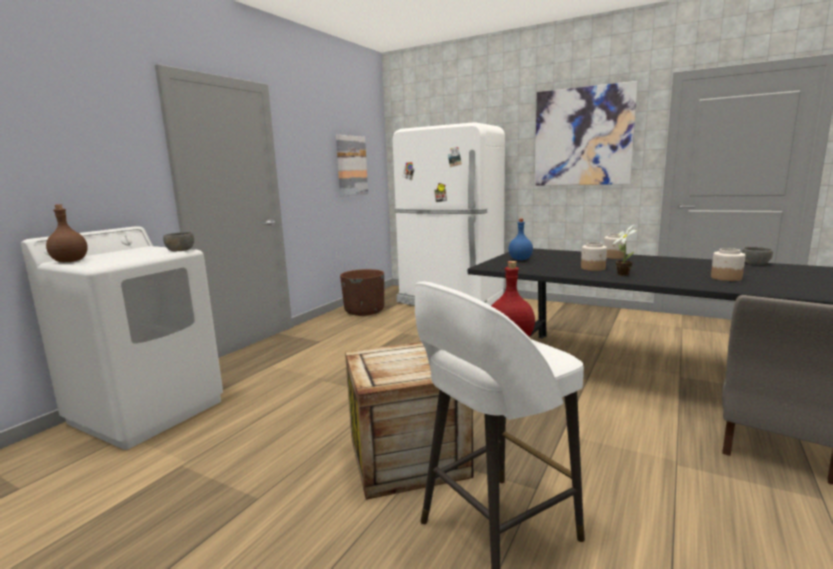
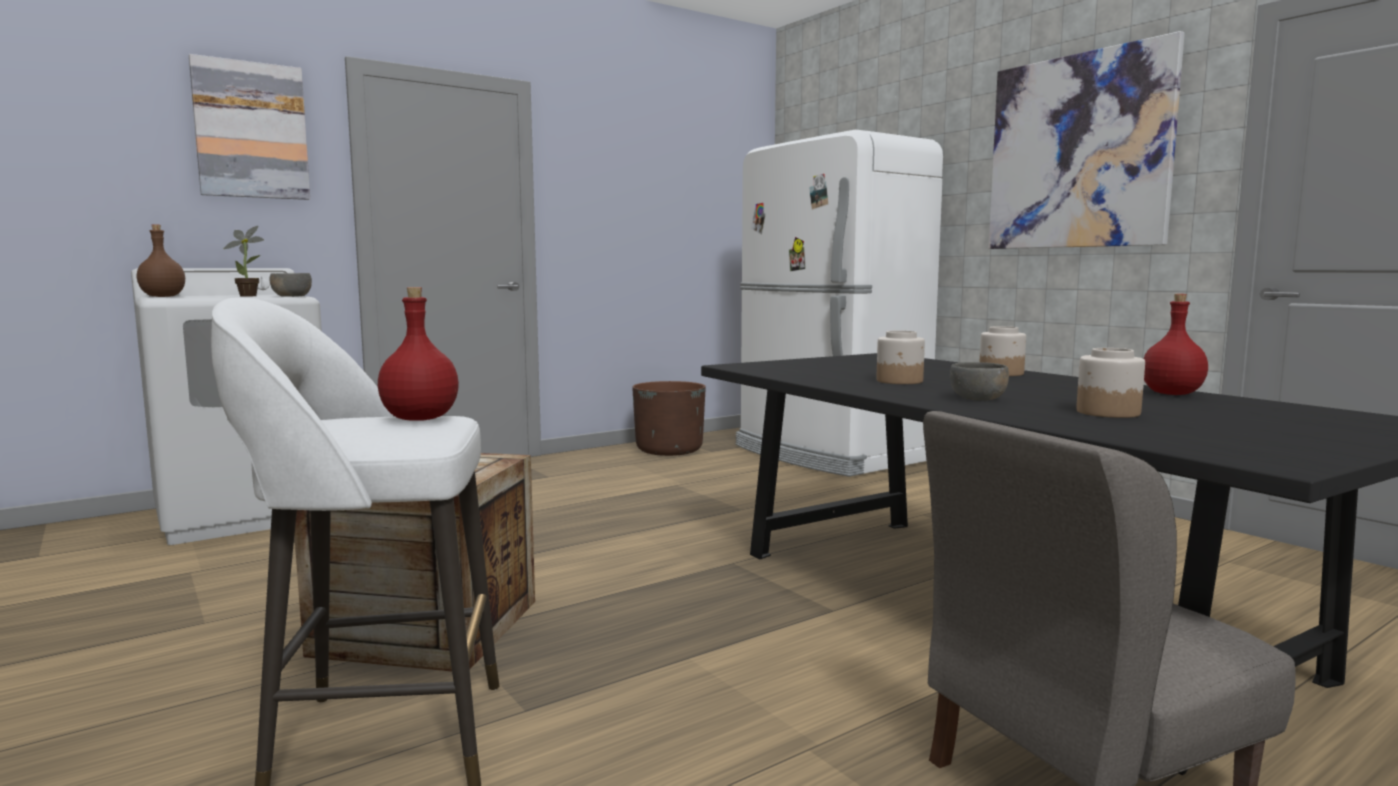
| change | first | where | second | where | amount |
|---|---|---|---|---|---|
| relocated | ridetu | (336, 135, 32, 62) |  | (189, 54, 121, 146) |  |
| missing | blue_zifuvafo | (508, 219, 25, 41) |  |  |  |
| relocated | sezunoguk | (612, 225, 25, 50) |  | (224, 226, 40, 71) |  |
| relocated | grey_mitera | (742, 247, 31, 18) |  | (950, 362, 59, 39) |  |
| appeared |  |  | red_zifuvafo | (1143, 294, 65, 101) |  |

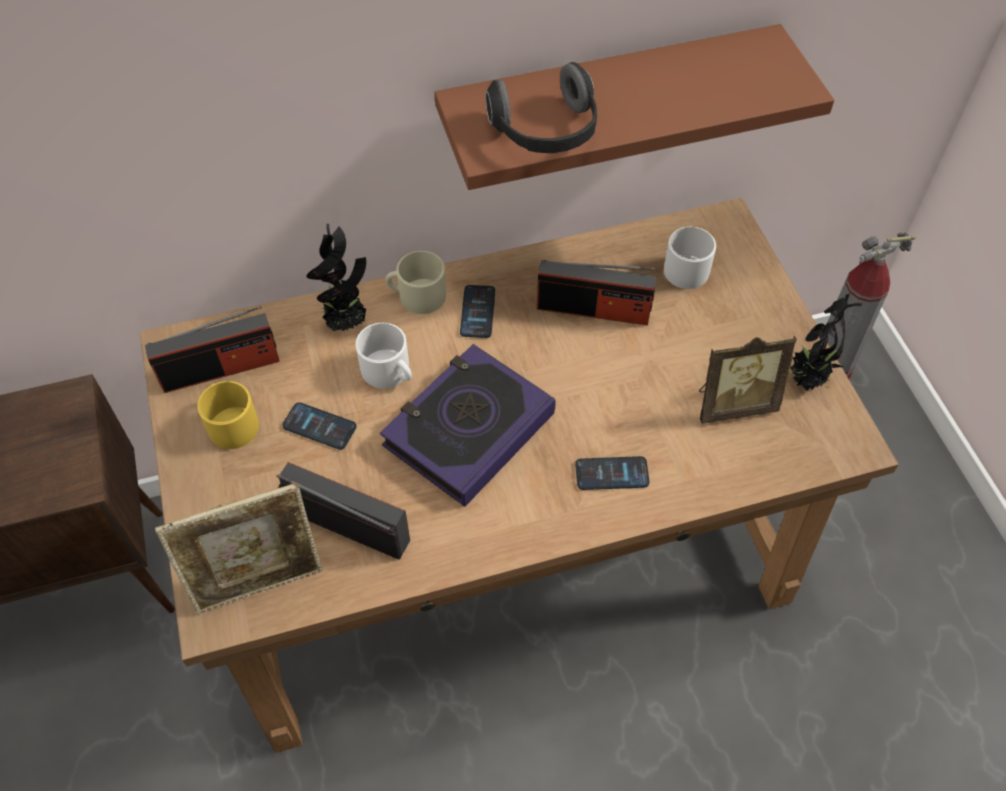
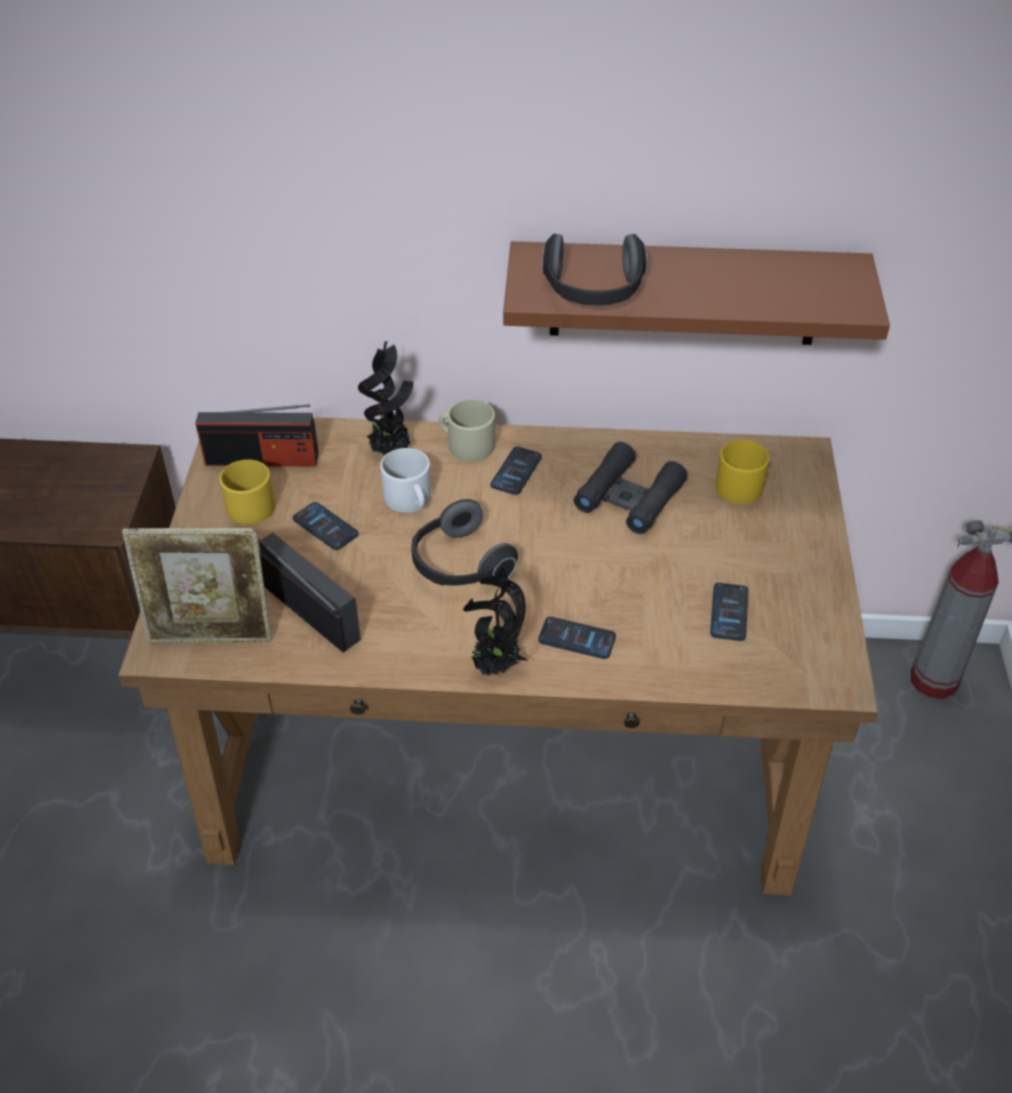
| change | first | where | second | where | amount |
|---|---|---|---|---|---|
| exchanged | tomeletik | (380, 344, 176, 163) | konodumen | (411, 499, 107, 87) |  |
| exchanged | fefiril | (537, 260, 119, 65) | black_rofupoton | (574, 442, 113, 92) |  |
| colour | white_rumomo | (664, 227, 52, 62) | yellow_rumomo | (716, 440, 54, 64) |  |
| exchanged | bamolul | (699, 336, 98, 88) | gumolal | (710, 583, 38, 58) |  |
| relocated | sezunoguk | (790, 294, 72, 96) |  | (463, 567, 66, 109) |  |

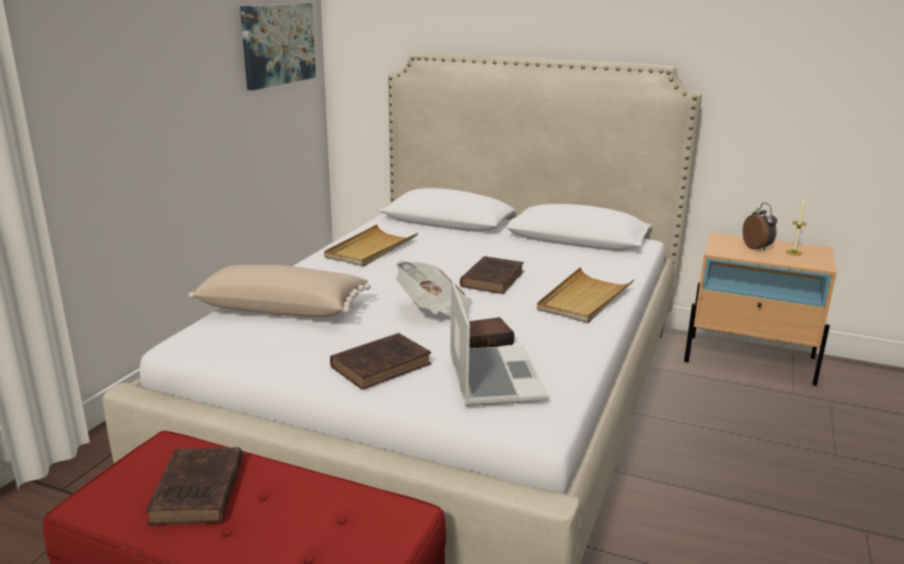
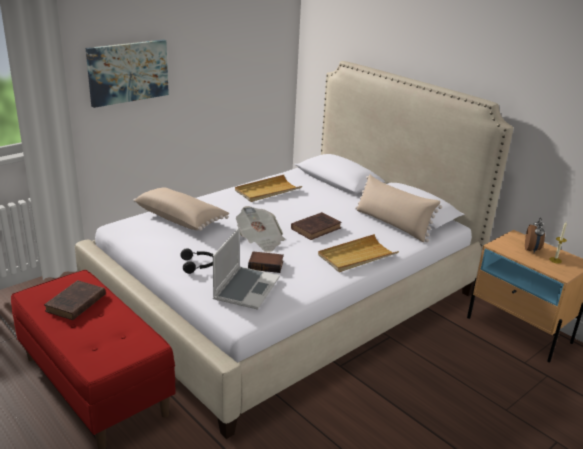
| change | first | where | second | where | amount |
|---|---|---|---|---|---|
| relocated | ridetu | (240, 3, 76, 87) |  | (86, 40, 83, 68) |  |
| exchanged | brown_tomeletik | (330, 333, 102, 57) | black_konodumen | (180, 248, 34, 26) |  |
| appeared |  |  | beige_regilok | (355, 175, 87, 67) |  |

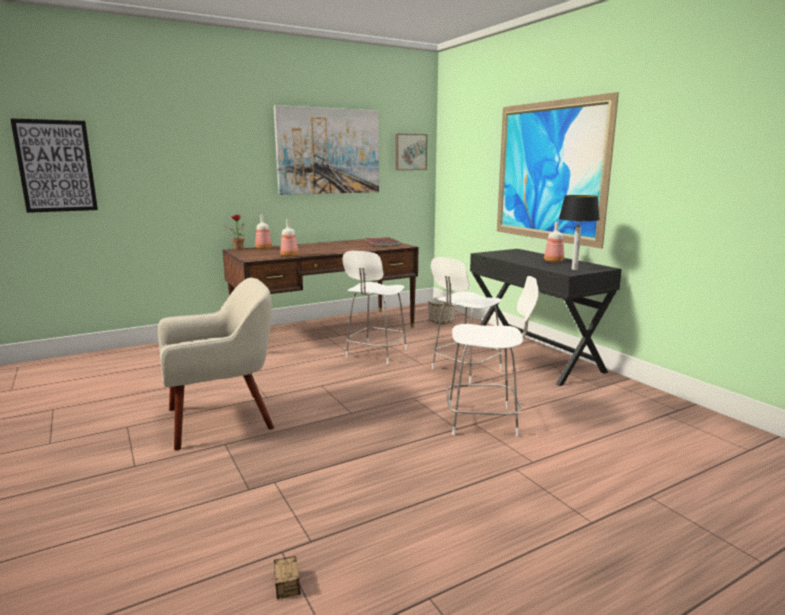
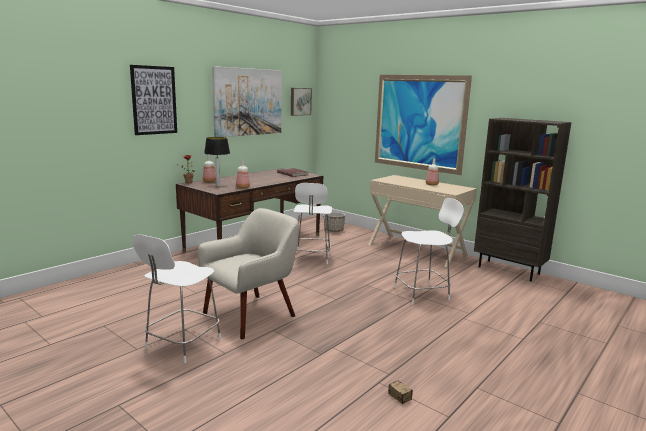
| change | first | where | second | where | amount |
|---|---|---|---|---|---|
| relocated | ridetu | (10, 118, 88, 95) |  | (130, 65, 47, 70) |  |
| relocated | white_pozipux | (431, 257, 71, 126) |  | (132, 234, 89, 129) |  |
| colour | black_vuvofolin | (470, 249, 152, 137) | beige_vuvofolin | (368, 175, 109, 92) |  |
| relocated | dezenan | (559, 195, 41, 75) |  | (204, 137, 26, 50) |  |
| appeared |  |  | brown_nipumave | (474, 118, 98, 163) |  |

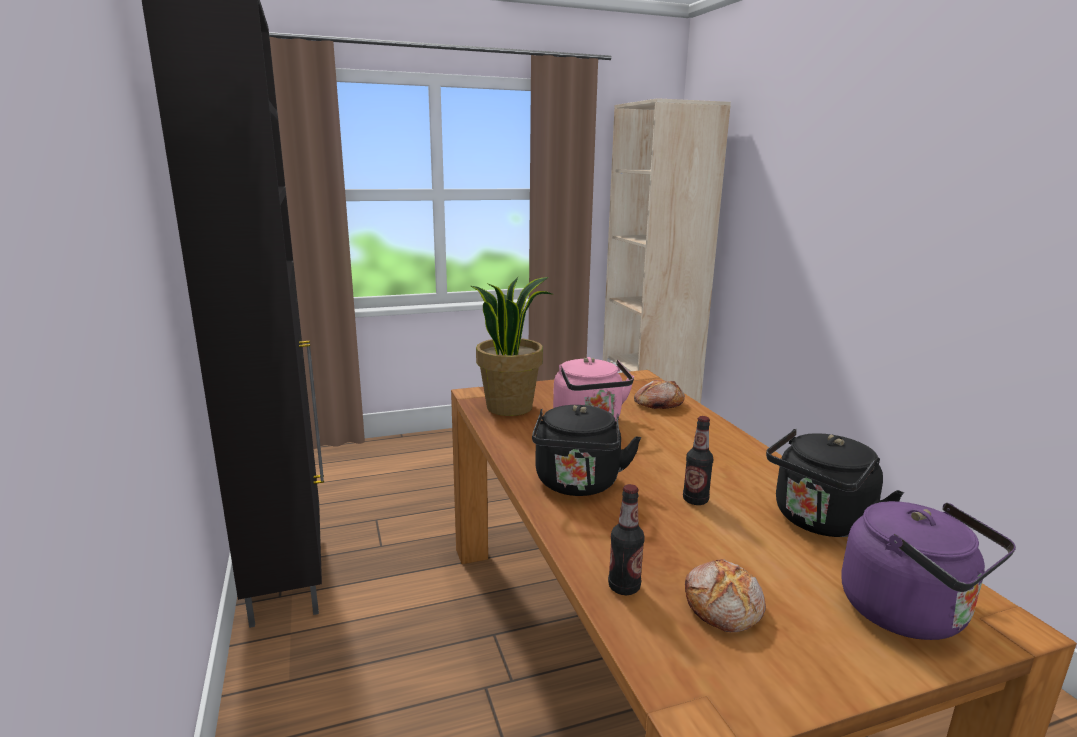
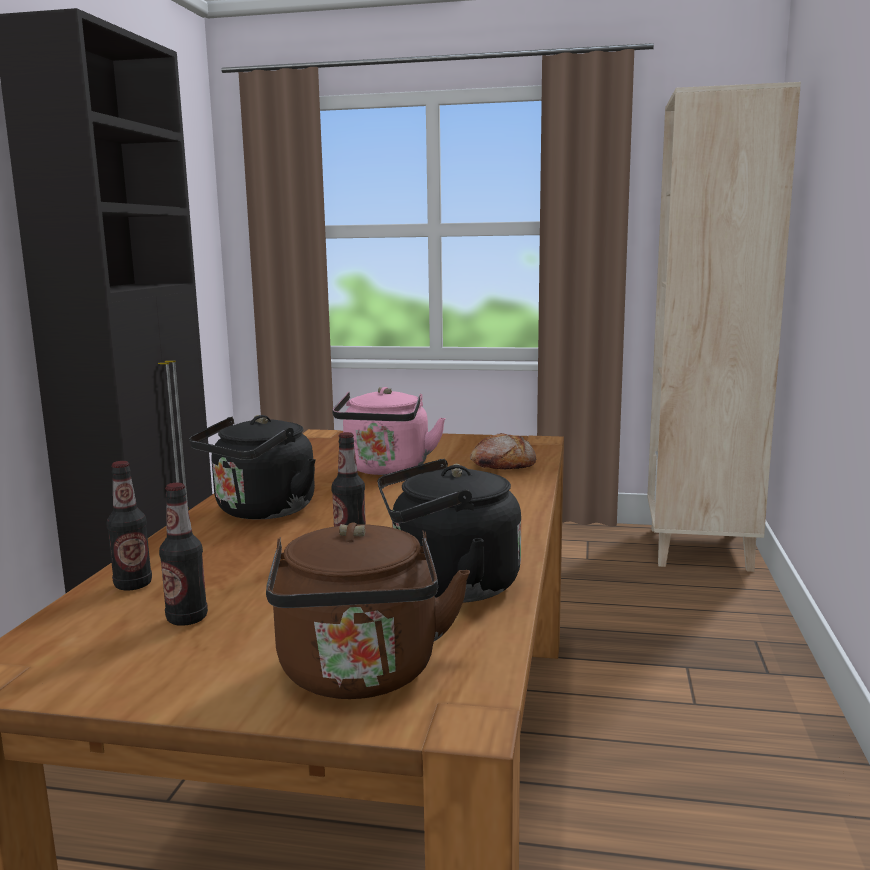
| change | first | where | second | where | amount |
|---|---|---|---|---|---|
| missing | sezunoguk | (471, 277, 81, 139) |  |  |  |
| exchanged | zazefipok | (685, 559, 81, 73) | zifuvafo | (159, 483, 49, 143) |  |
| colour | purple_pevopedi | (841, 501, 175, 139) | brown_pevopedi | (266, 522, 204, 177) |  |

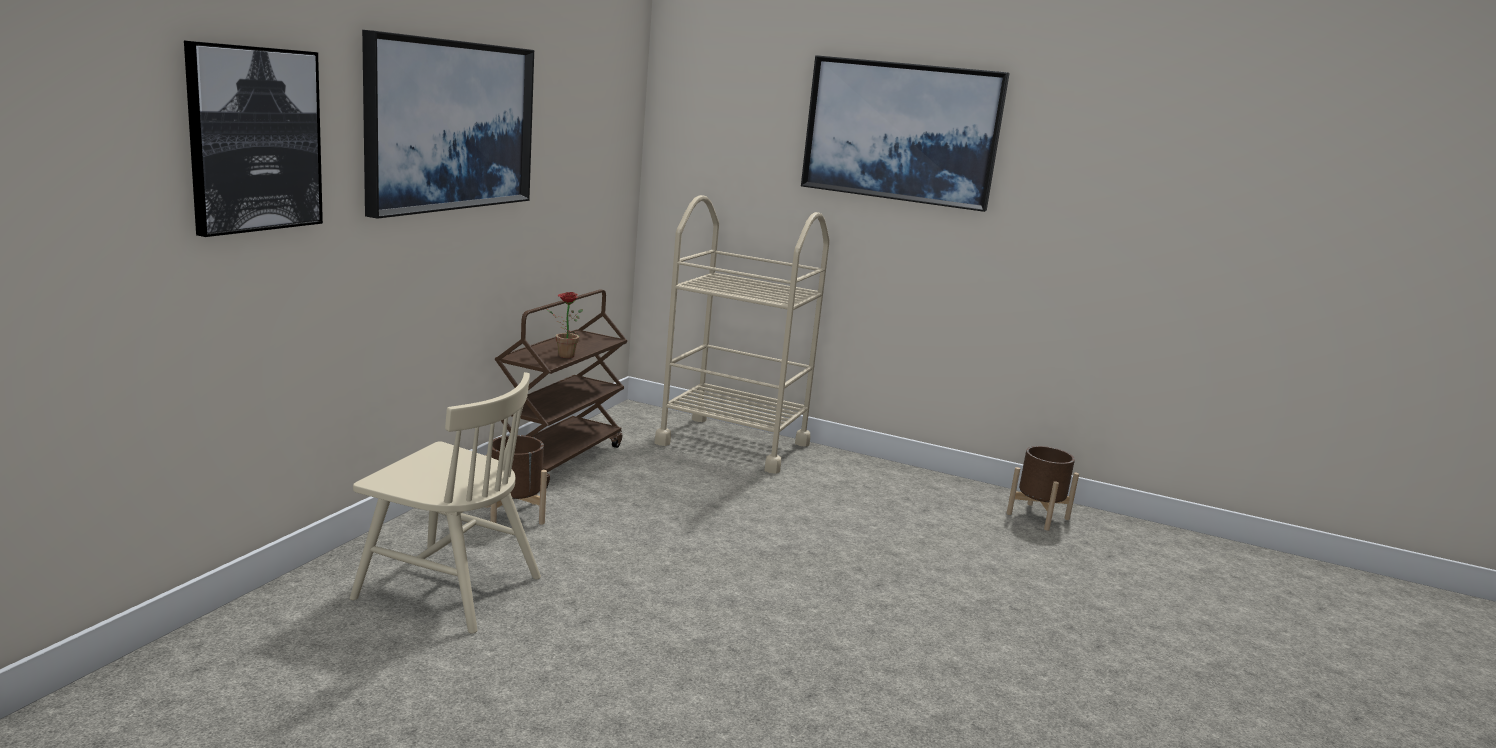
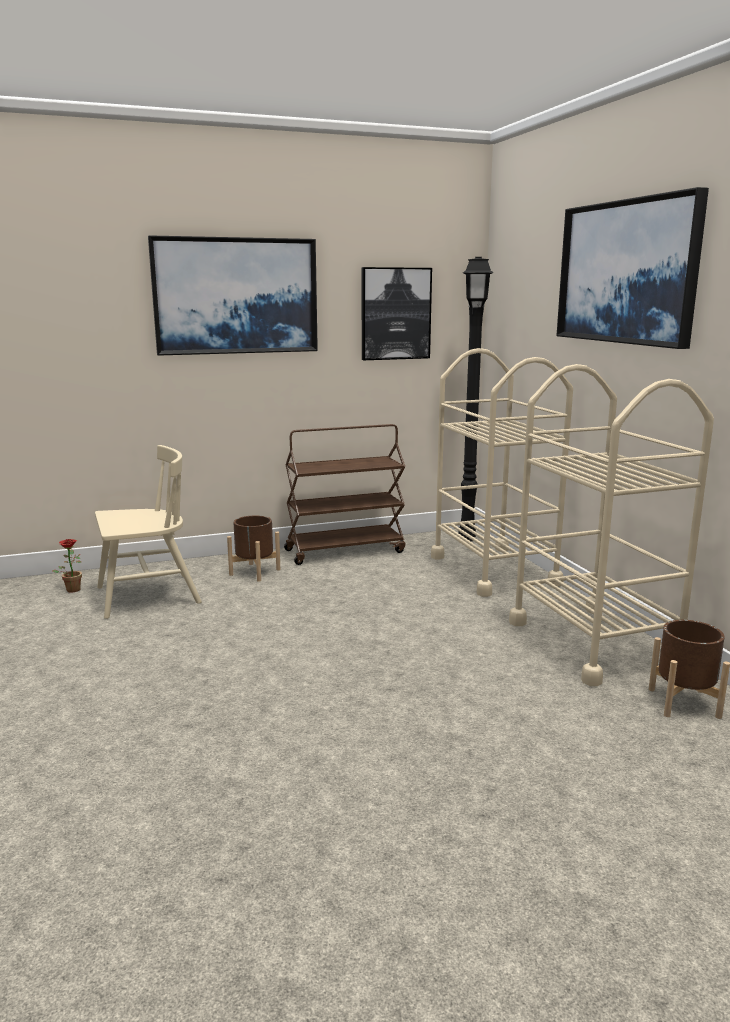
| change | first | where | second | where | amount |
|---|---|---|---|---|---|
| relocated | ridetu | (184, 41, 139, 196) |  | (362, 267, 70, 93) |  |
| spun | beige_pozipux | (350, 372, 191, 262) |  | (95, 445, 107, 174) | 90 degrees counterclockwise |
| relocated | sezunoguk | (546, 292, 37, 66) |  | (53, 539, 29, 54) |  |
| appeared |  |  | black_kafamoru | (458, 257, 36, 284) |  |
| appeared |  |  | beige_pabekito | (509, 364, 205, 322) |  |

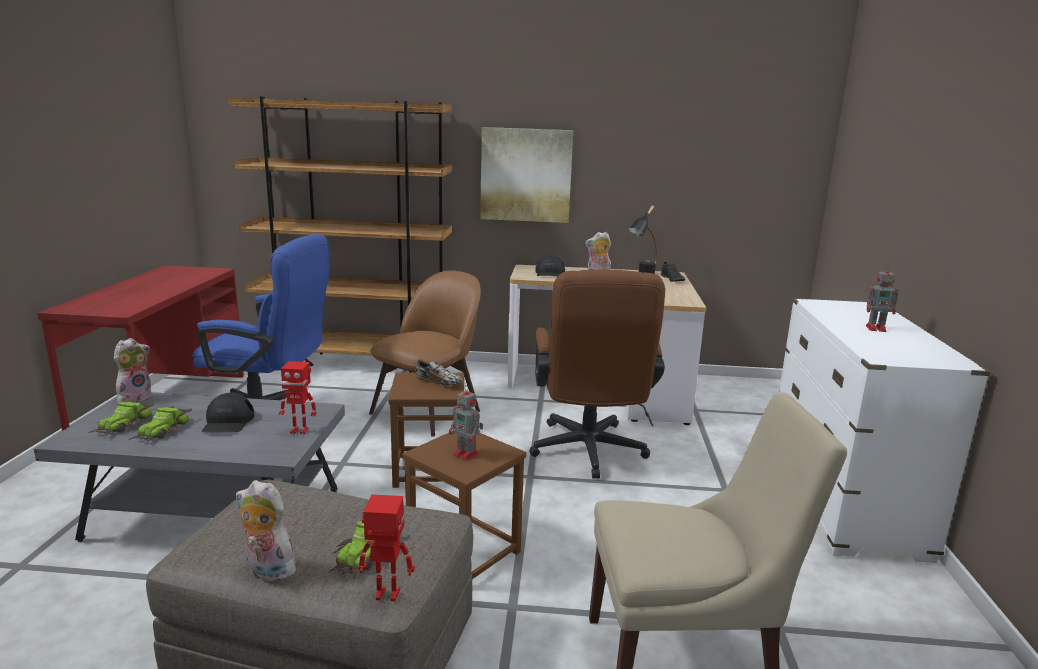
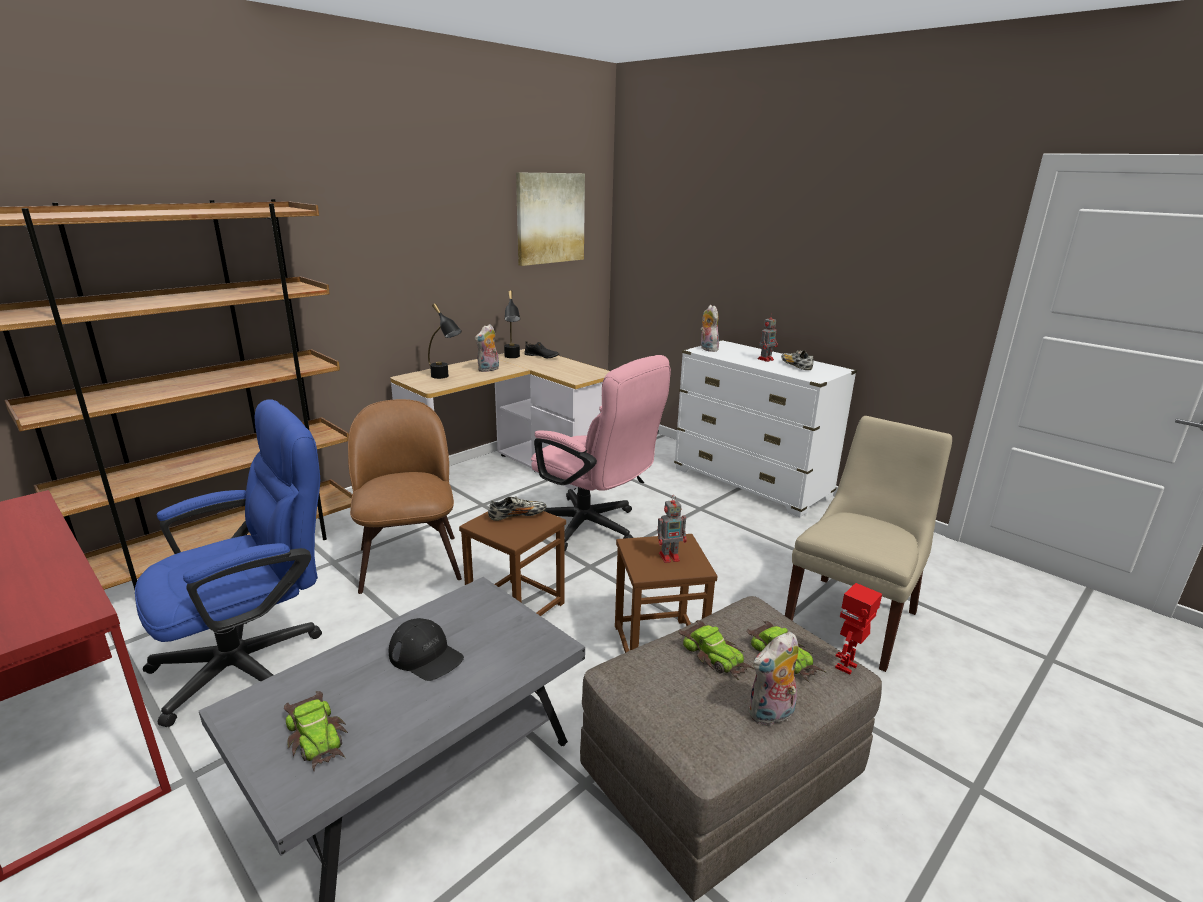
| change | first | where | second | where | amount |
|---|---|---|---|---|---|
| relocated | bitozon | (114, 338, 38, 65) |  | (700, 305, 19, 47) |  |
| relocated | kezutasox | (129, 406, 63, 36) |  | (679, 620, 75, 60) |  |
| missing | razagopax | (279, 361, 38, 73) |  |  |  |
| relocated | ridetu | (480, 127, 93, 96) |  | (516, 172, 69, 94) |  |
| colour | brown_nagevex | (529, 270, 136, 209) | pink_nagevex | (531, 355, 140, 196) |  |
| exchanged | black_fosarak | (535, 256, 30, 21) | black_dezenan | (428, 303, 34, 76) |  |
| appeared |  |  | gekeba | (781, 350, 32, 20) |  |

